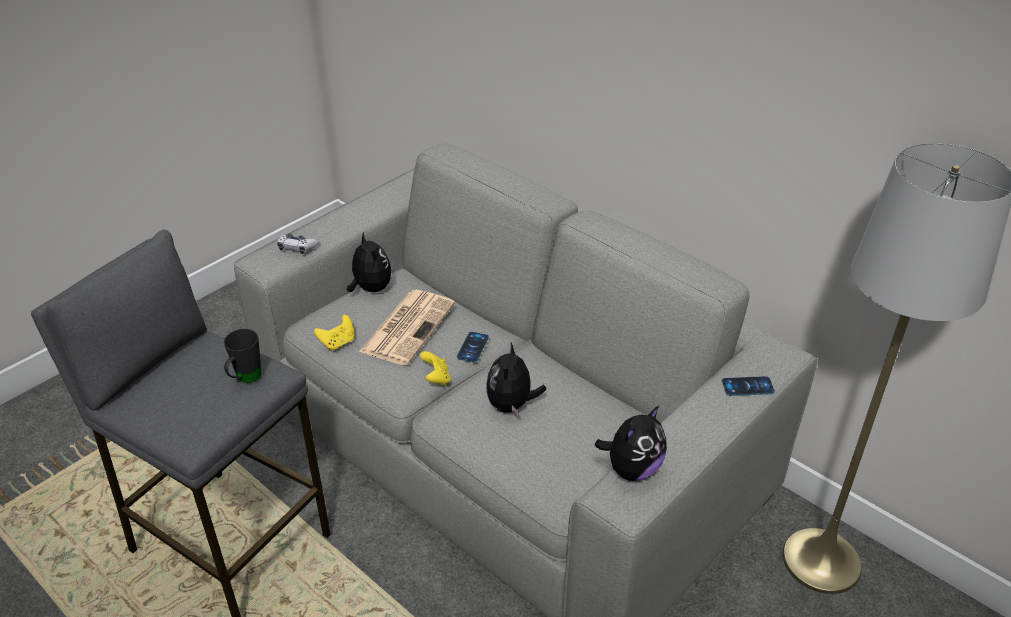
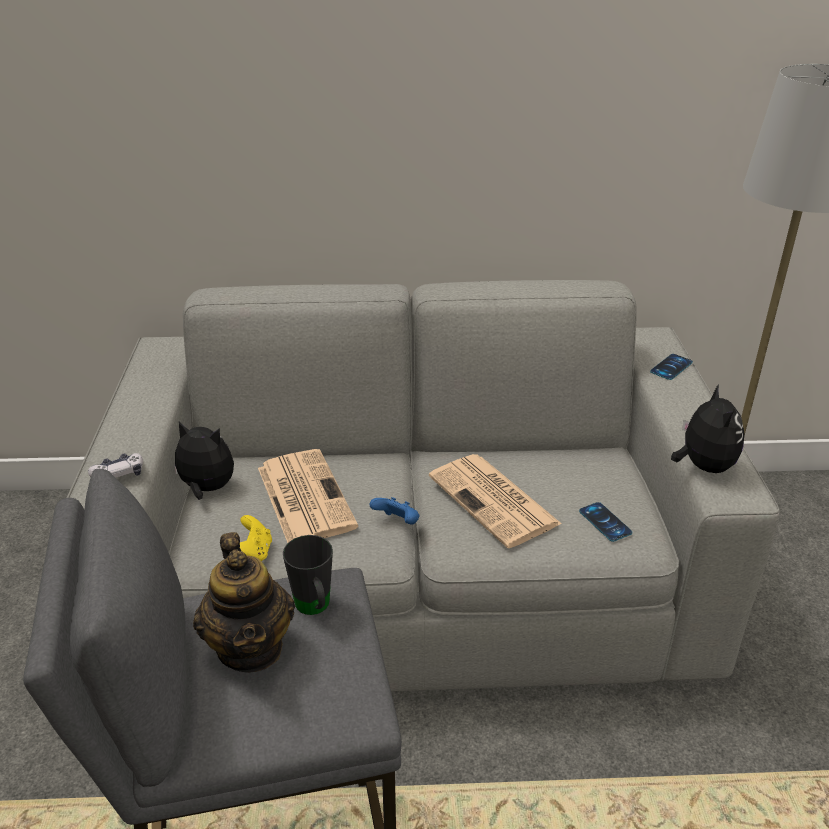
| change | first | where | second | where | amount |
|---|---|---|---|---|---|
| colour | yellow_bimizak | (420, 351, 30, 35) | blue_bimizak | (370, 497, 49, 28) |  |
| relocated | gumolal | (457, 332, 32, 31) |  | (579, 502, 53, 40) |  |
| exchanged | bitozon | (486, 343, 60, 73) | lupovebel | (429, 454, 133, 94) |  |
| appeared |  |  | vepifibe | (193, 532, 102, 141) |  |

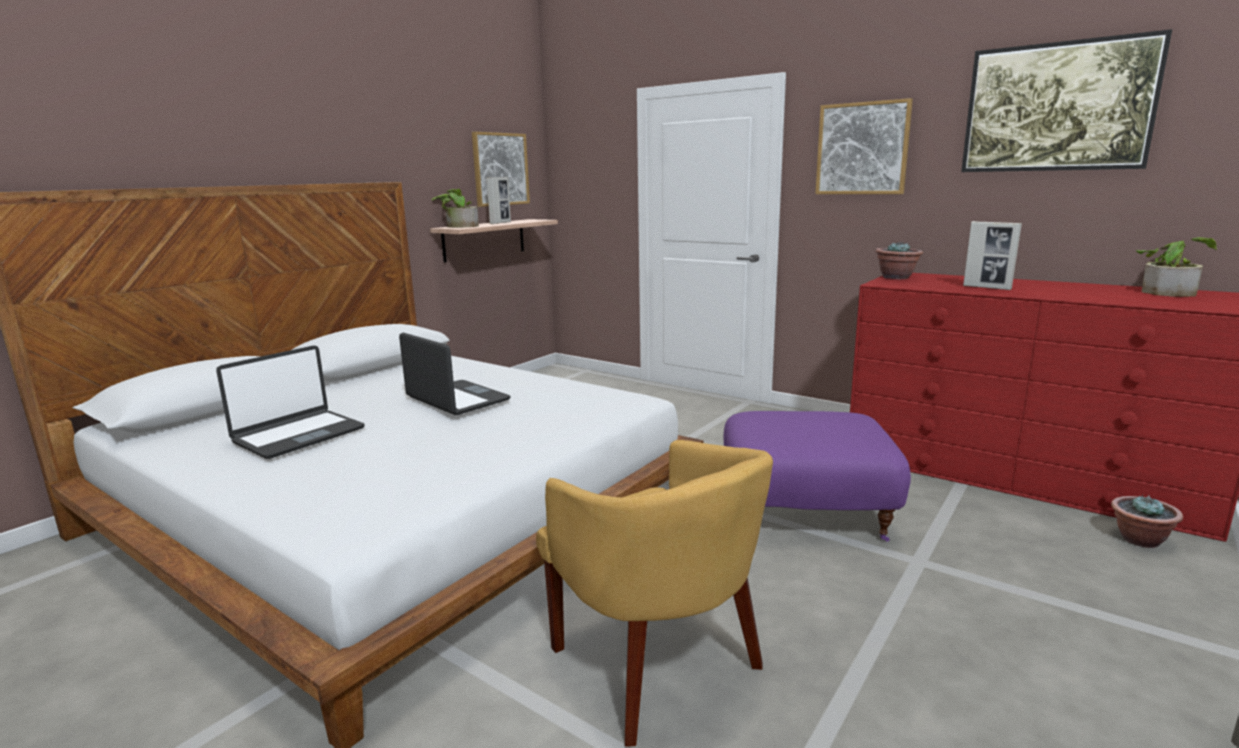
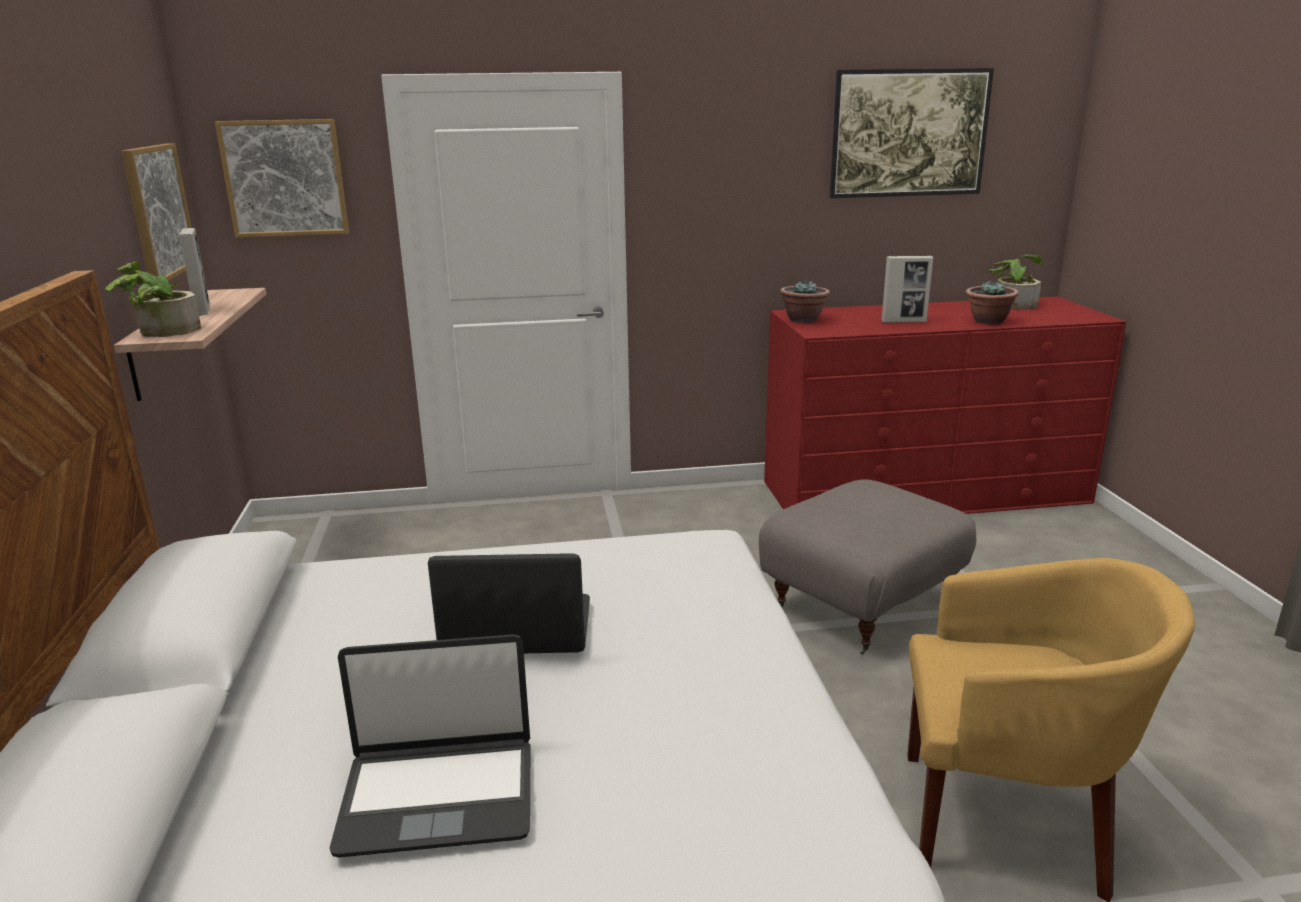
| change | first | where | second | where | amount |
|---|---|---|---|---|---|
| spun | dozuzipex | (216, 345, 149, 114) |  | (330, 634, 200, 224) | 90 degrees clockwise |
| colour | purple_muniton | (724, 411, 187, 131) | grey_muniton | (759, 479, 217, 176) |  |
| relocated | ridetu | (815, 98, 98, 96) |  | (215, 119, 134, 119) |  |
| relocated | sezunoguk | (1111, 495, 72, 53) |  | (965, 280, 54, 45) |  |

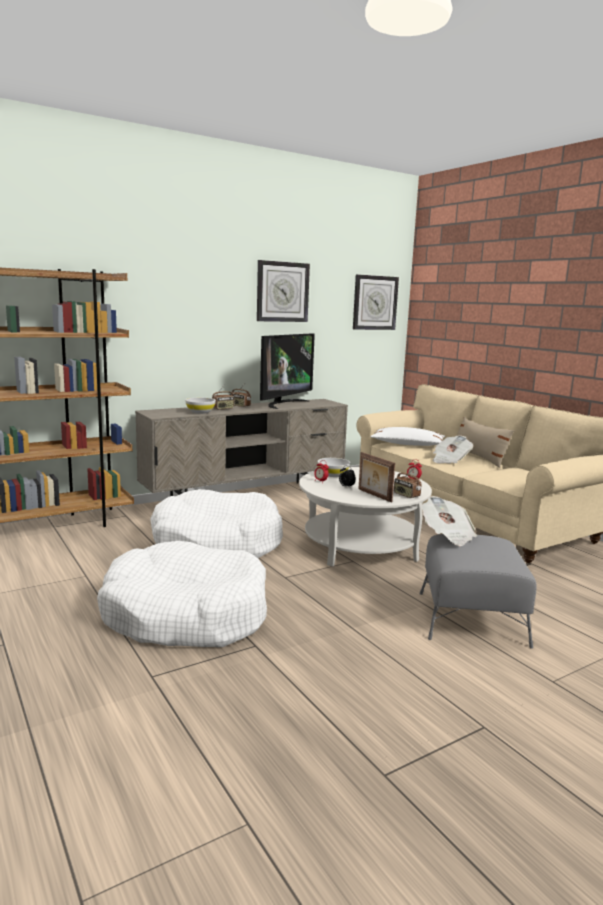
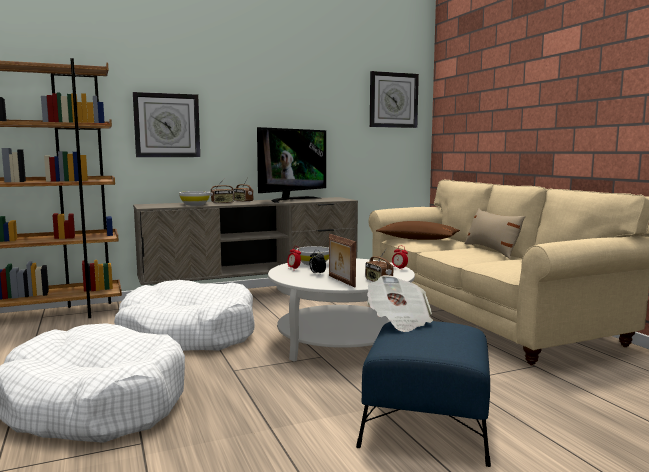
| change | first | where | second | where | amount |
|---|---|---|---|---|---|
| relocated | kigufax | (257, 260, 53, 62) |  | (133, 92, 67, 65) |  |
| colour | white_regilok | (370, 427, 75, 19) | brown_regilok | (376, 221, 84, 19) |  |
| colour | grey_muniton | (420, 534, 117, 115) | blue_muniton | (356, 321, 135, 146) |  |
| missing | lupovebel | (433, 435, 40, 29) |  |  |  |

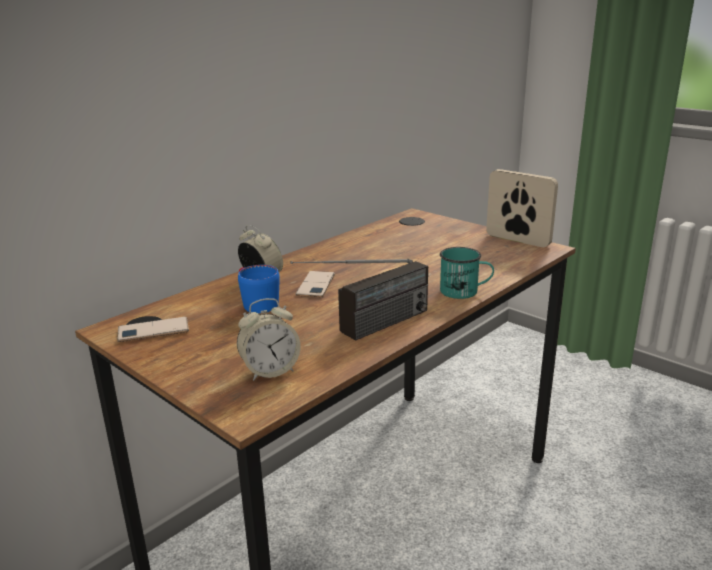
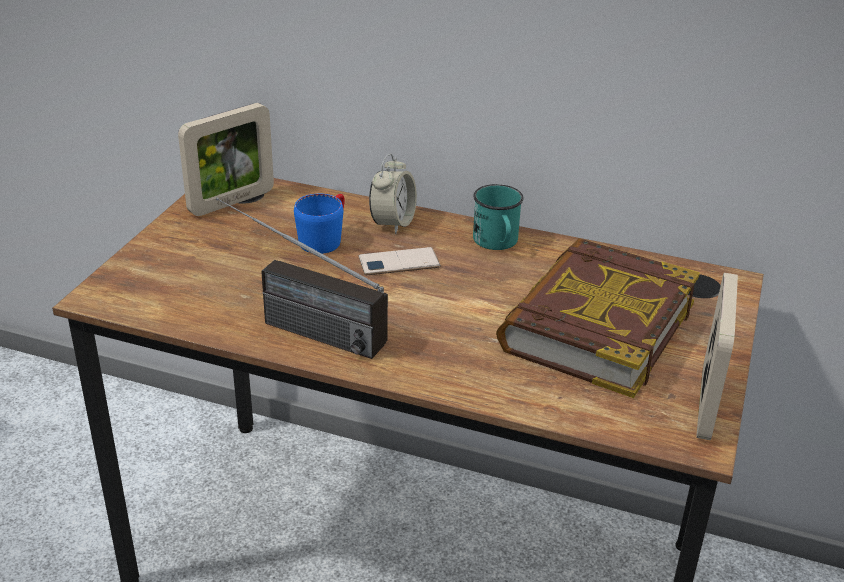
| change | first | where | second | where | amount |
|---|---|---|---|---|---|
| exchanged | gumolal | (117, 317, 72, 25) | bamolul | (178, 103, 96, 113) |  |
| missing | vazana | (237, 298, 63, 83) |  |  |  |
| relocated | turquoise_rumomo | (440, 247, 54, 52) |  | (473, 184, 51, 66) |  |
| appeared |  |  | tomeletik | (496, 238, 204, 160) |  |

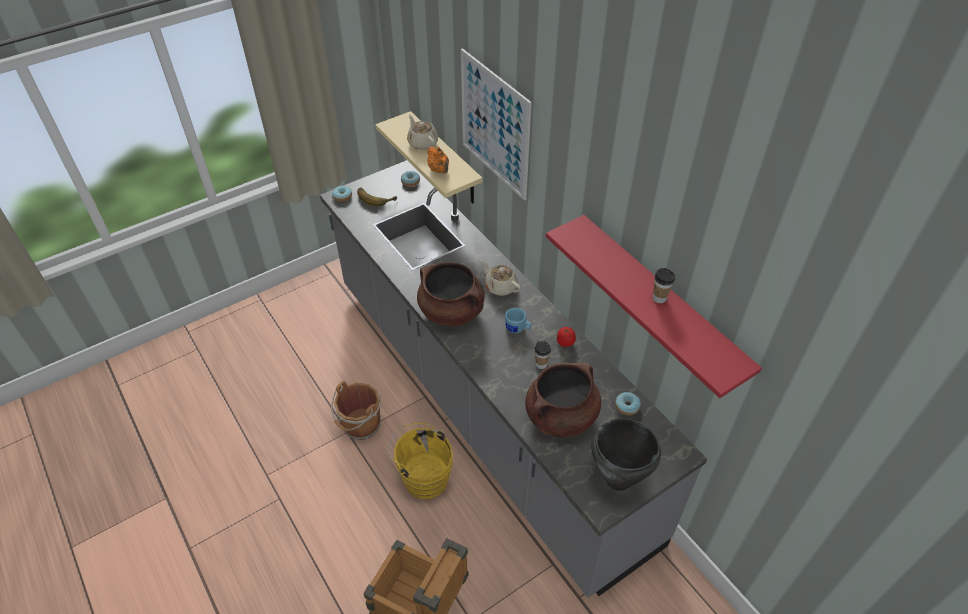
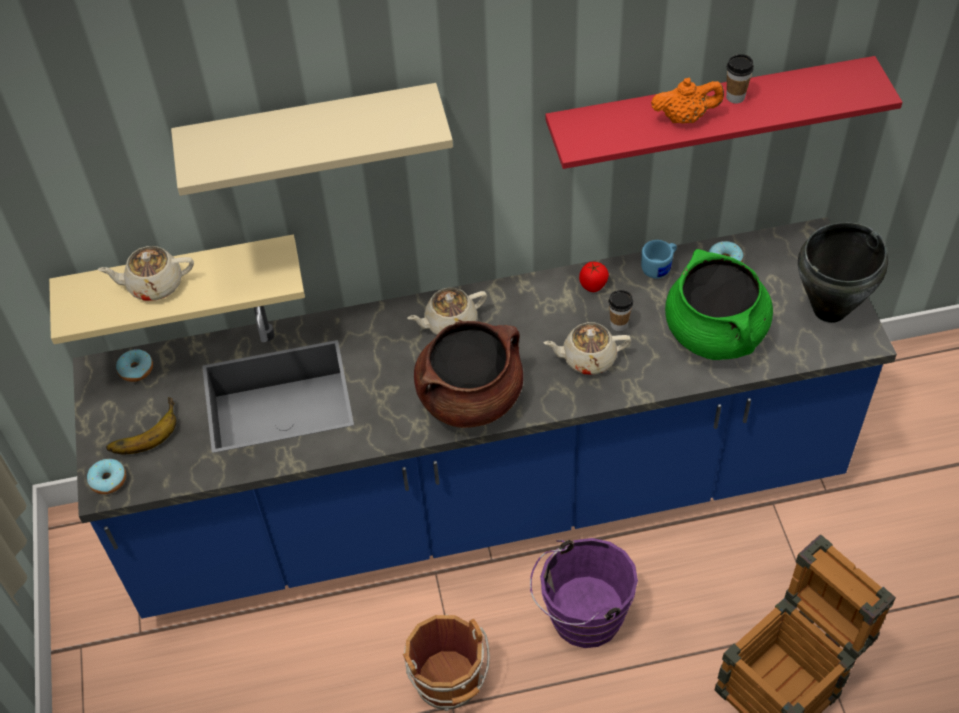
| change | first | where | second | where | amount |
|---|---|---|---|---|---|
| colour | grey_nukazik | (320, 160, 387, 438) | blue_nukazik | (73, 217, 824, 401) |  |
| colour | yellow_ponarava | (388, 423, 65, 76) | purple_ponarava | (530, 538, 108, 110) |  |
| relocated | orange_vepifibe | (427, 147, 22, 27) |  | (651, 78, 73, 45) |  |
| exchanged | ridetu | (461, 48, 71, 153) | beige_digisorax | (171, 83, 282, 113) |  |
| relocated | blue_rumomo | (505, 308, 27, 25) |  | (641, 240, 36, 38) |  |
| colour | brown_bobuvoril | (525, 363, 76, 74) | green_bobuvoril | (665, 249, 108, 111) |  |
| appeared |  |  | beige_vepifibe | (544, 322, 87, 53) |  |

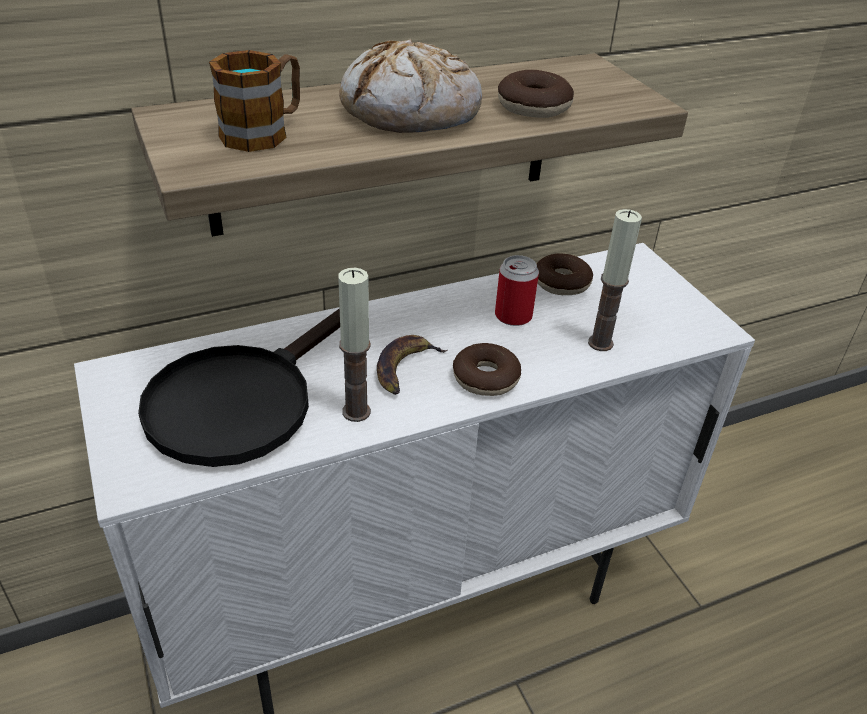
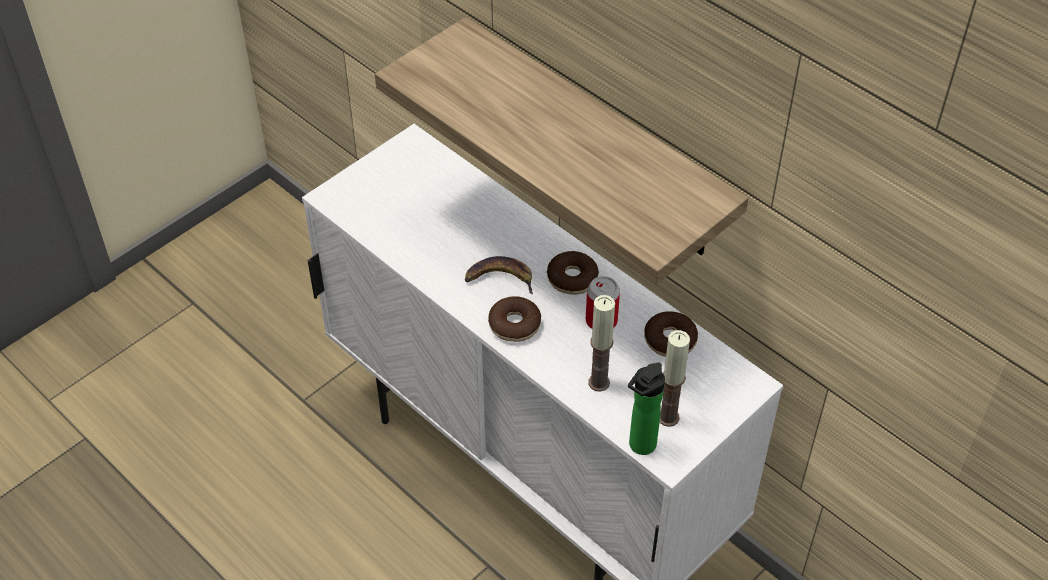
| change | first | where | second | where | amount |
|---|---|---|---|---|---|
| missing | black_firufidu | (138, 308, 202, 159) |  |  |  |
| missing | rumomo | (209, 50, 91, 102) |  |  |  |
| relocated | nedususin | (338, 268, 33, 154) |  | (659, 330, 31, 97) |  |
| missing | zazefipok | (339, 39, 143, 94) |  |  |  |
| relocated | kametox | (498, 70, 76, 48) |  | (547, 251, 52, 44) |  |
| appeared |  |  | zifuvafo | (628, 363, 37, 92) |  |

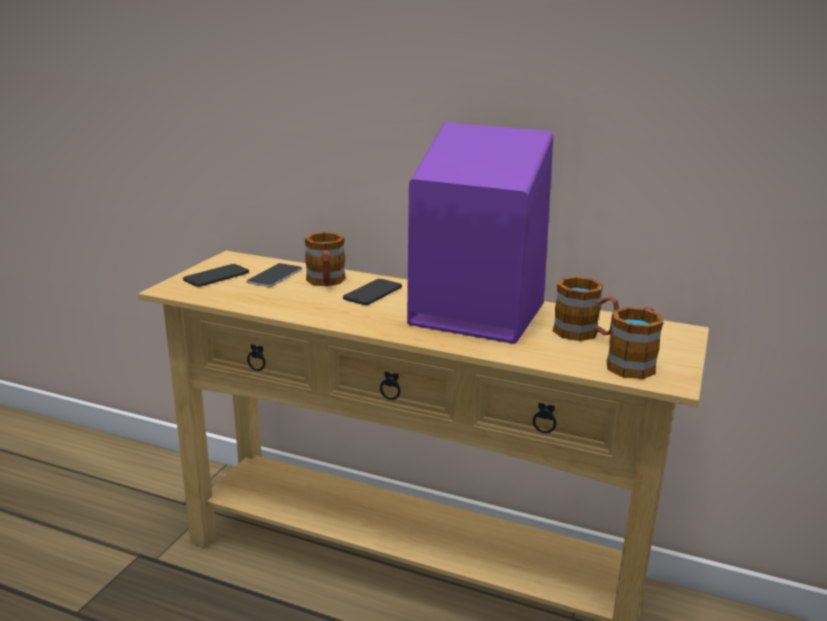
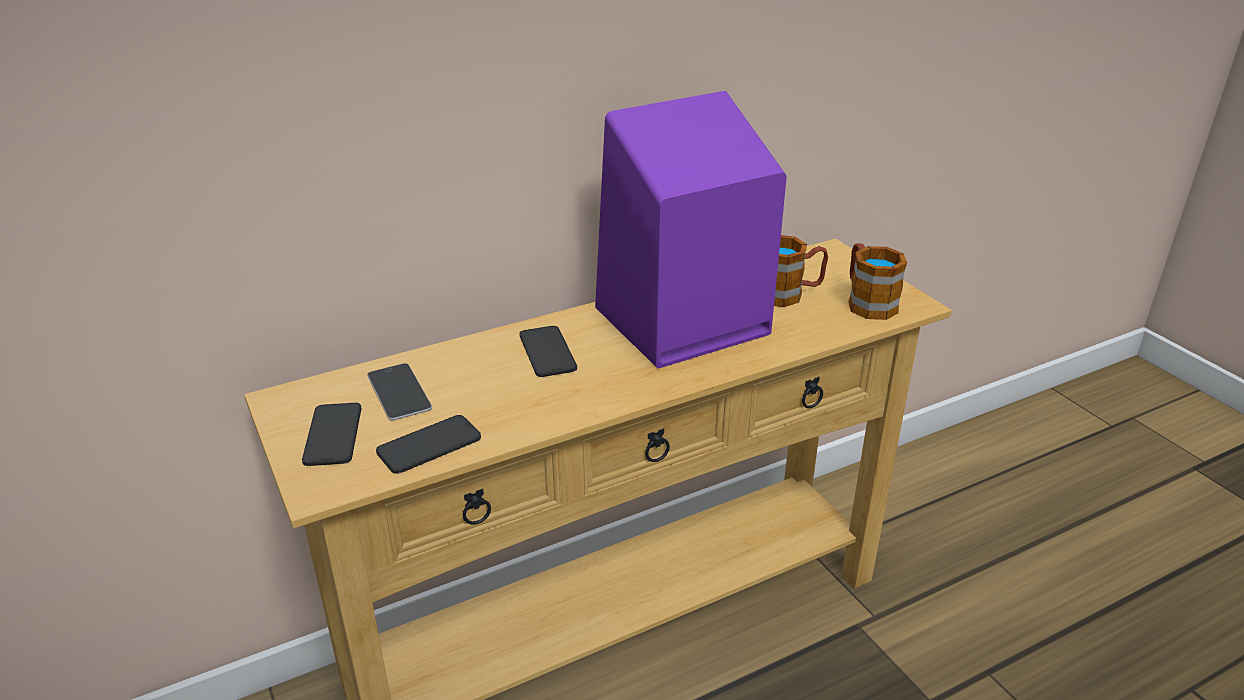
| change | first | where | second | where | amount |
|---|---|---|---|---|---|
| missing | rumomo | (304, 232, 41, 55) |  |  |  |
| appeared |  |  | gumolal | (376, 415, 105, 59) |  |

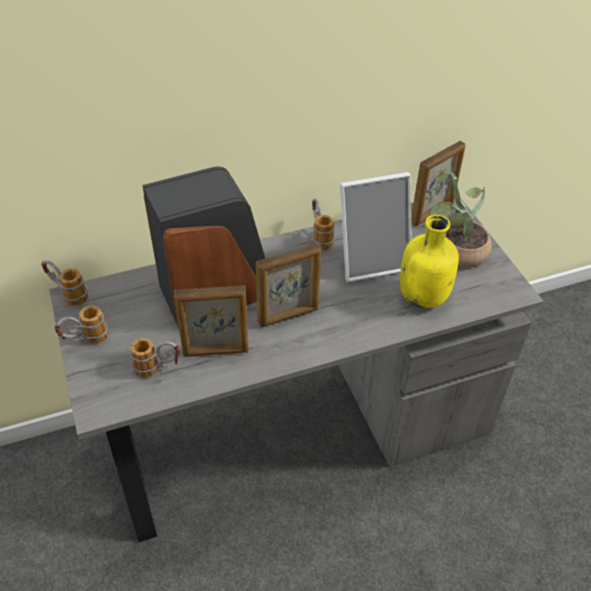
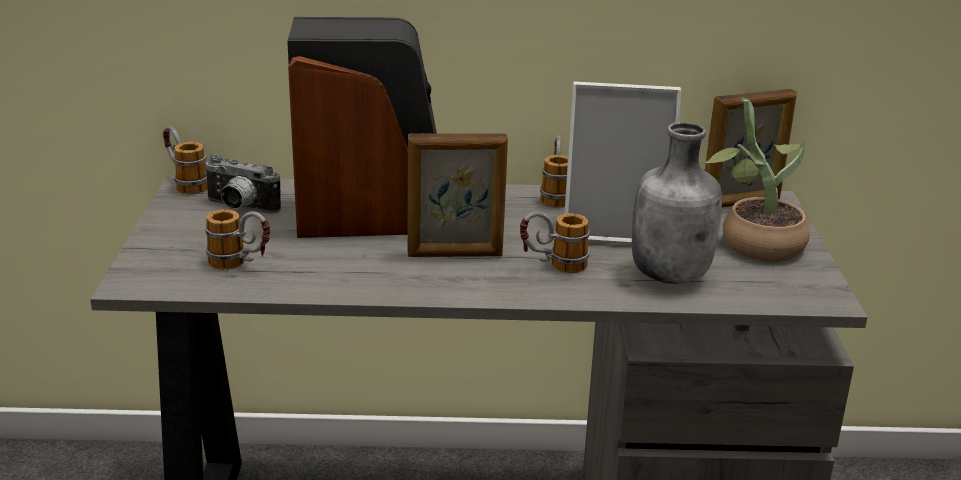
| change | first | where | second | where | amount |
|---|---|---|---|---|---|
| relocated | rumomo | (55, 305, 53, 39) |  | (520, 211, 70, 62) |  |
| missing | bamolul | (174, 285, 75, 72) |  |  |  |
| colour | yellow_zifuvafo | (400, 215, 59, 93) | grey_zifuvafo | (632, 122, 90, 162) |  |
| appeared |  |  | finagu | (204, 155, 77, 58) |  |

